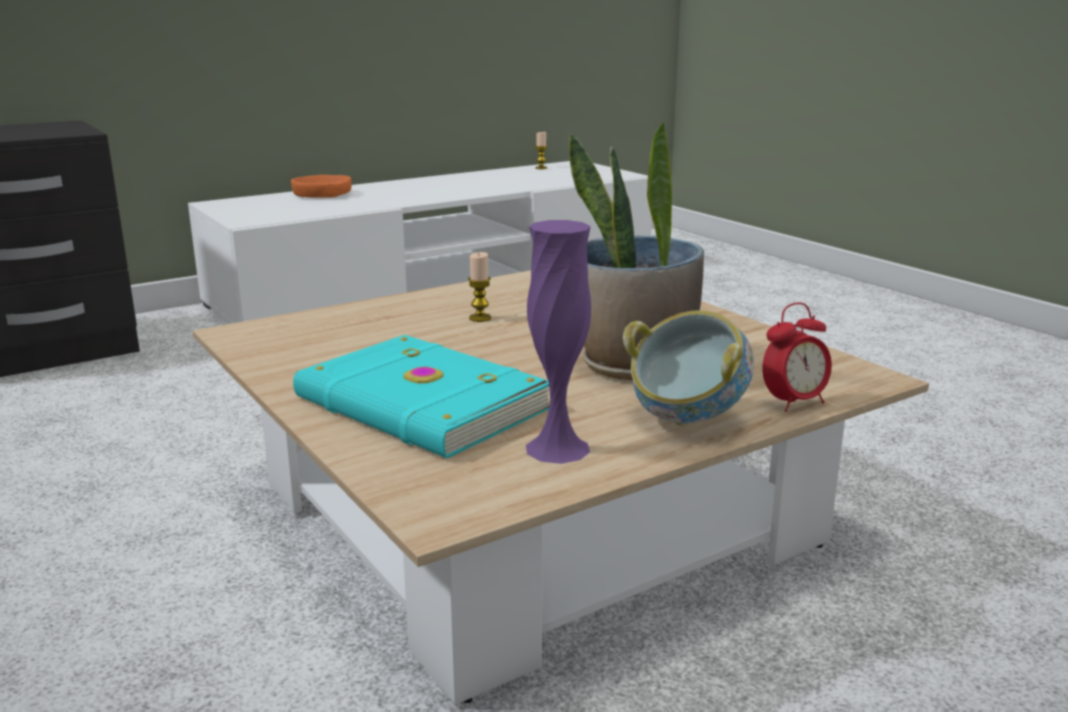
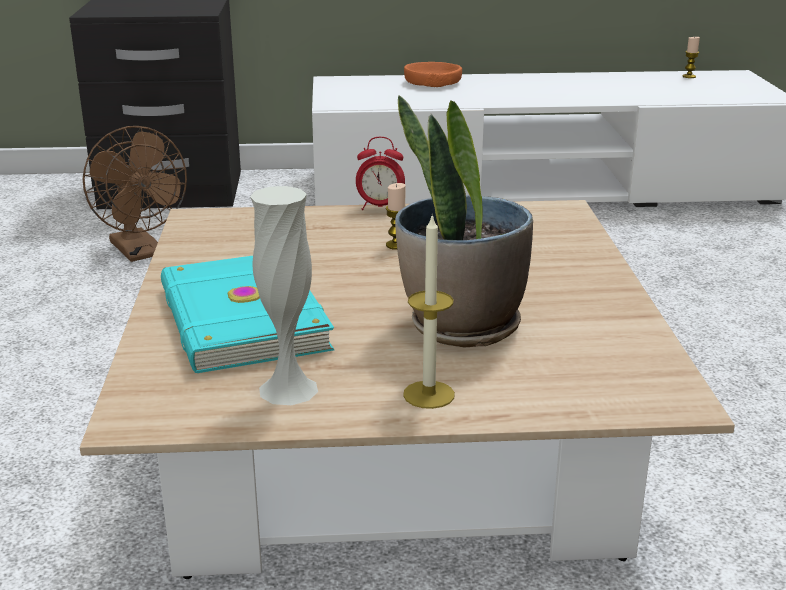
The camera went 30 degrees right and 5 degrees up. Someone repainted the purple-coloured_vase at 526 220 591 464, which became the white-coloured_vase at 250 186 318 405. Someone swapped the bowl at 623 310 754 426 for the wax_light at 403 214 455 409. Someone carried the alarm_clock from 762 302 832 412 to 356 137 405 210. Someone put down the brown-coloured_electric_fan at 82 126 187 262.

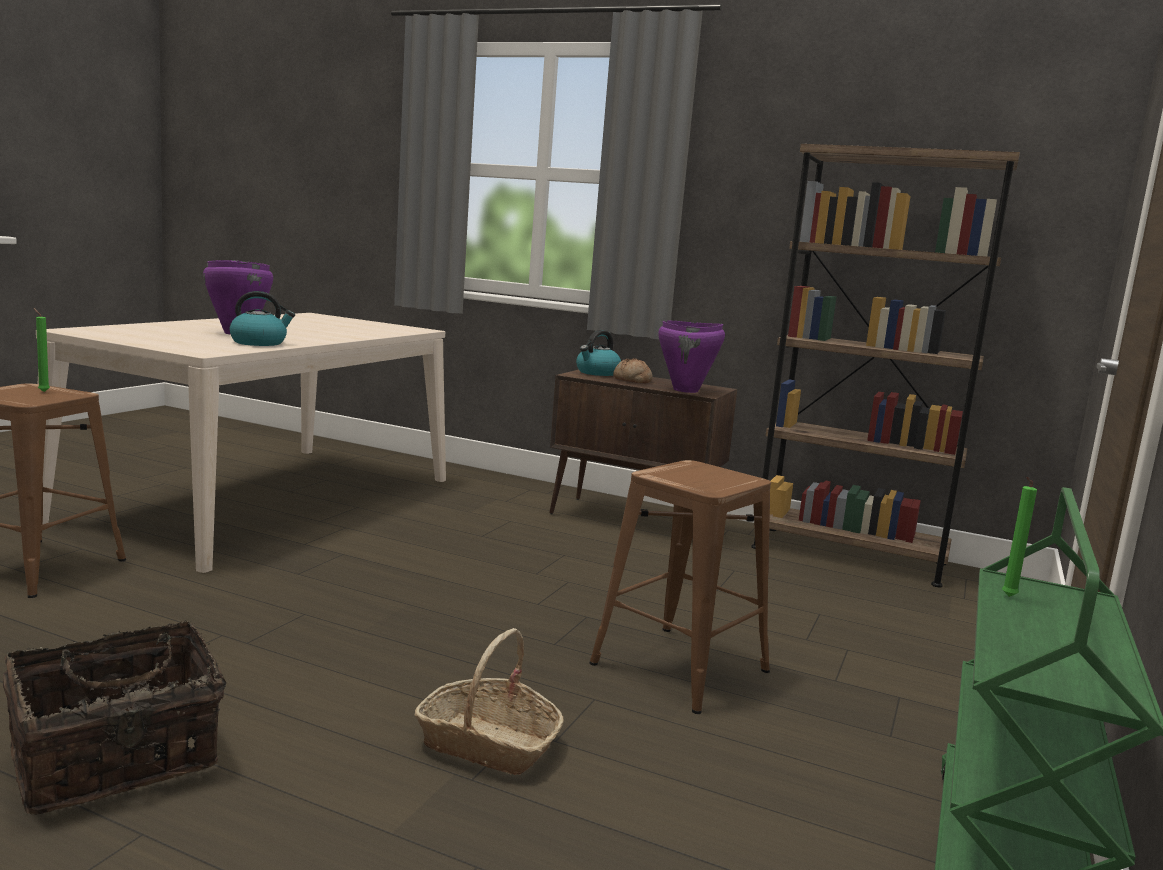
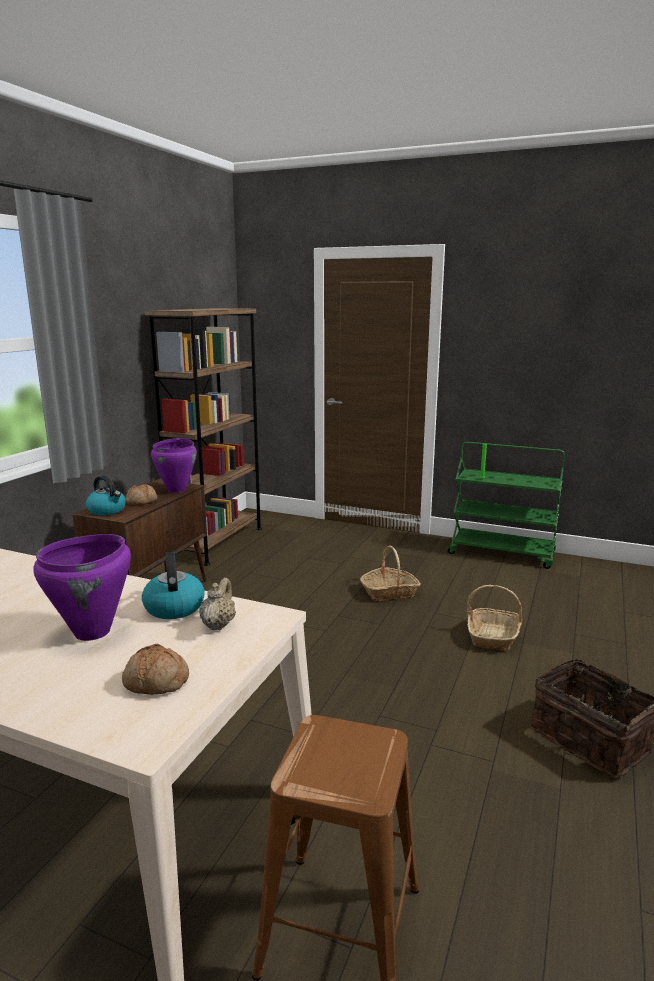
The camera went 90 degrees left and 5 degrees up. Someone took away the green_wax_light at 33 308 50 392. Someone swapped the brown-coloured_sitting_stool at 589 460 771 714 for the basket at 360 545 421 601. Someone put down the baked_bread at 122 643 189 695. Someone put down the sand-coloured_teapot at 199 578 236 631.

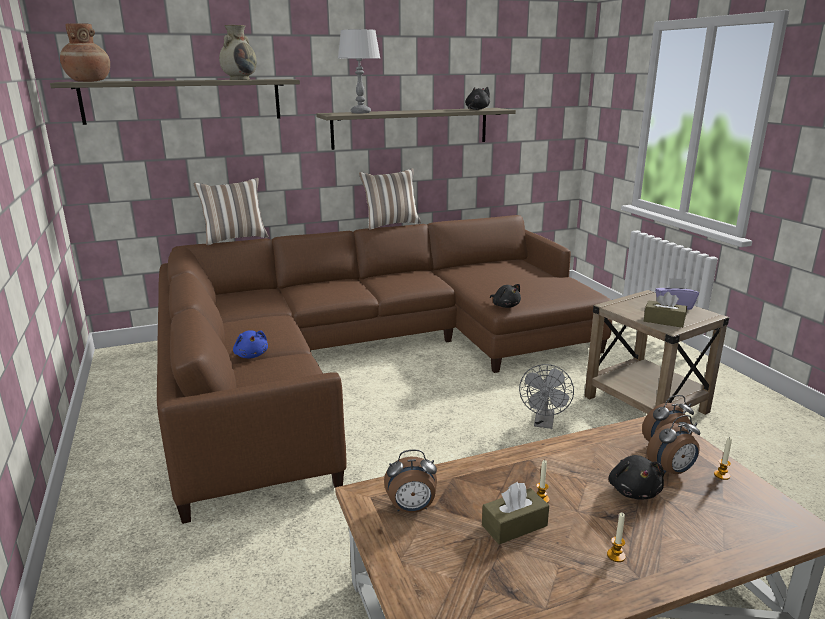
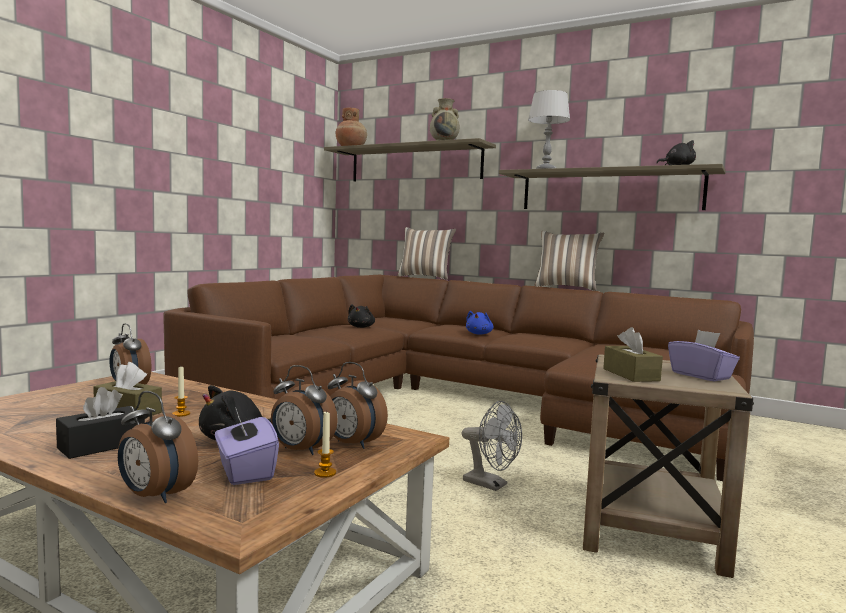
The camera went 50 degrees right and 15 degrees down. Someone carried the blue_plush_toy from 233 330 268 358 to 466 311 493 335. Someone carried the blackish_plush_toy from 490 284 521 308 to 348 304 375 328. Someone rotated the gray_electric_fan at 519 364 574 429 by 120 degrees counterclockwise. Someone swapped the wax_light at 607 513 626 562 for the blackish_box_of_tissues at 56 387 145 459. Someone put down the alarm_clock at 118 391 198 503. Someone put down the purple-coloured_box_of_tissues at 215 407 279 485.

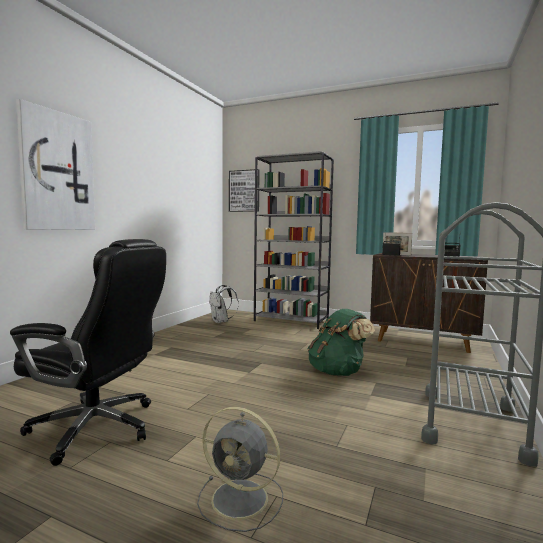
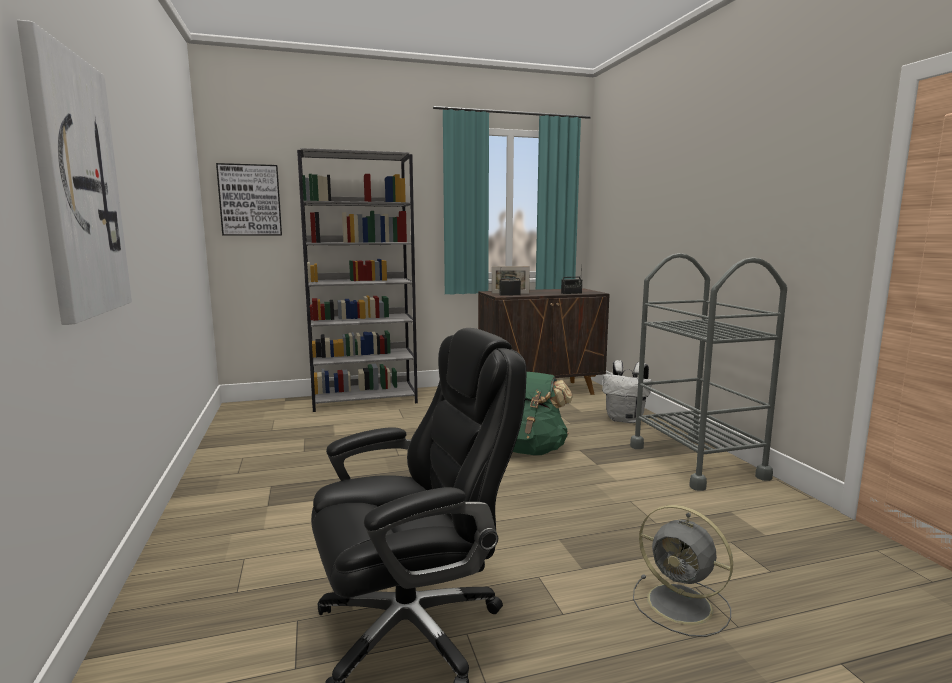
The camera went 40 degrees left and 5 degrees up. Someone rotated the gray_electric_fan at 197 407 283 532 by 60 degrees clockwise. Someone carried the white-coloured_knapsack from 209 285 239 323 to 602 360 652 423.

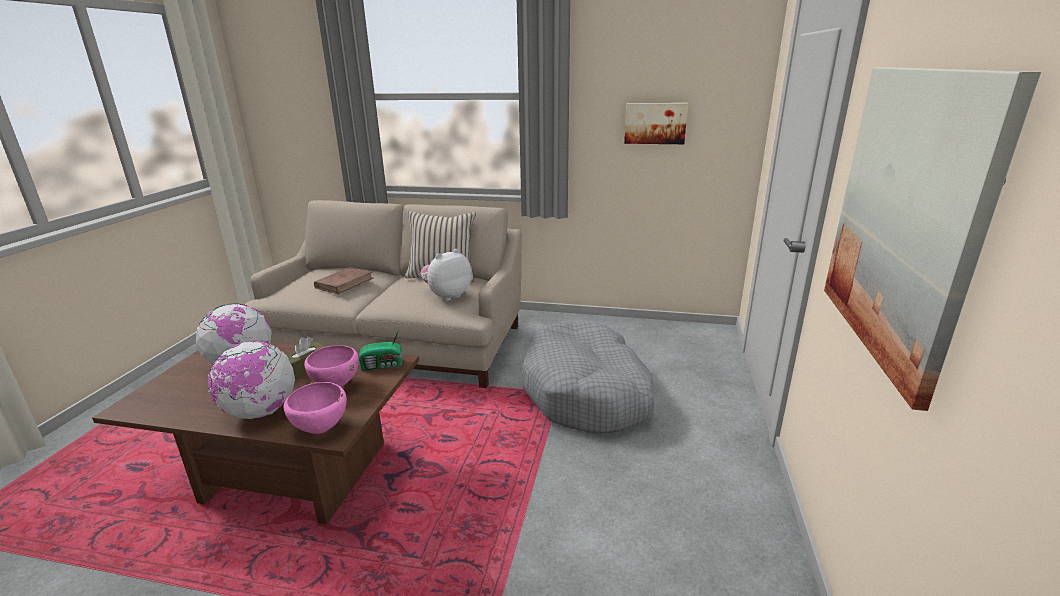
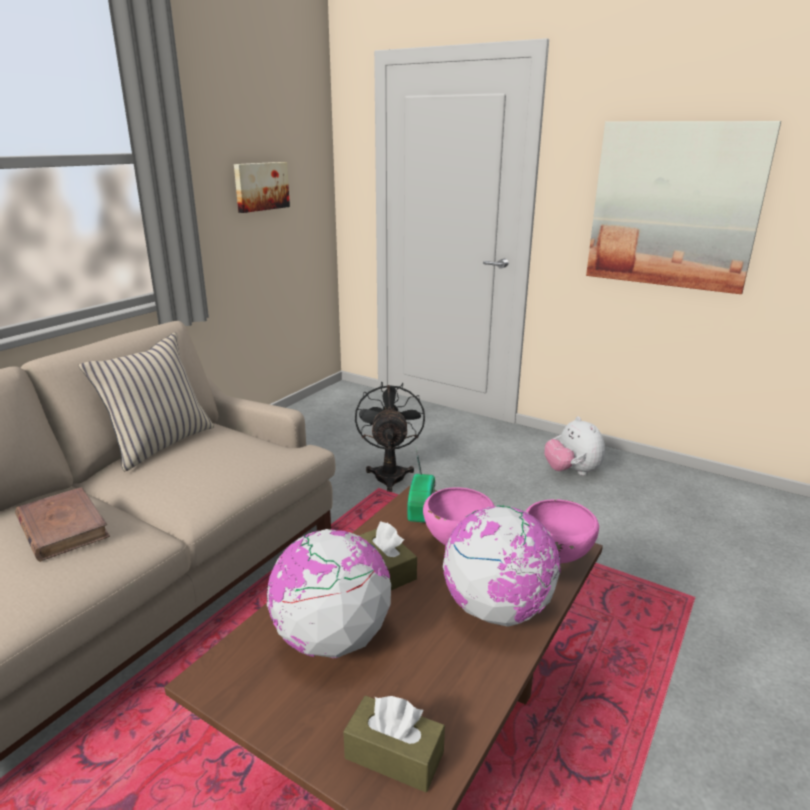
The camera went 70 degrees left and 0 degrees up. Someone carried the plush_toy from 420 249 472 301 to 544 416 605 476. Someone swapped the gray_pet_bed at 522 320 654 434 for the blackish_electric_fan at 355 381 425 492. Someone put down the brown-coloured_box_of_tissues at 343 696 445 792.

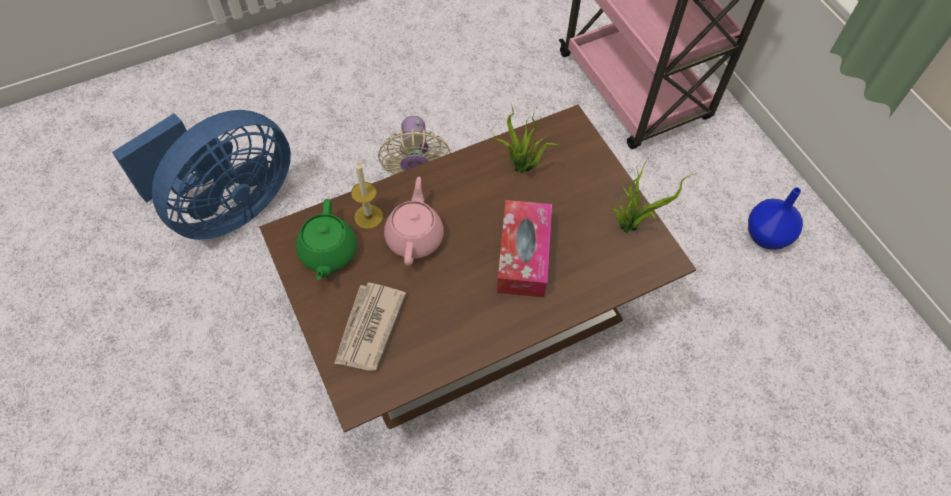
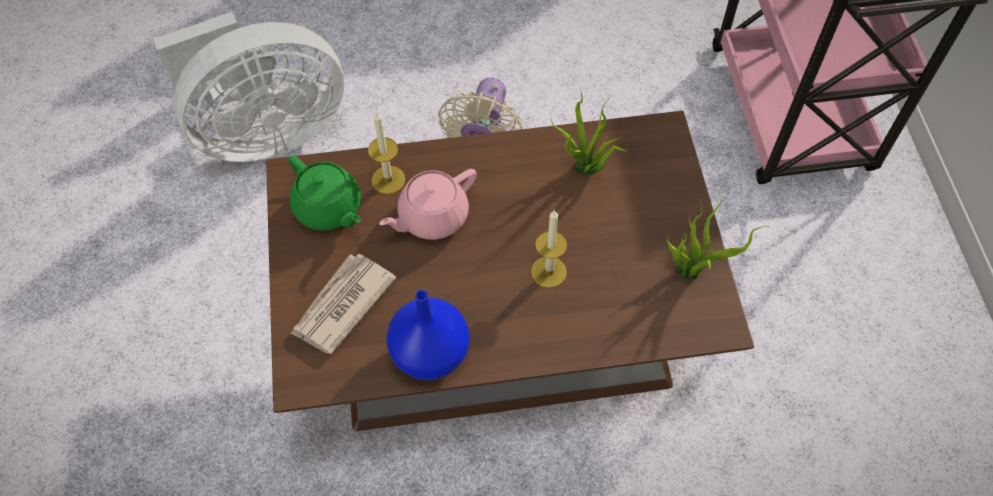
The camera went 20 degrees right and 0 degrees up. Someone repainted the blue_electric_fan at 112 110 291 240, which became the white-coloured_electric_fan at 153 12 344 162. Someone rotated the green_teapot at 296 199 357 280 by 60 degrees counterclockwise. Someone rotated the pink-coloured_teapot at 384 177 444 266 by 150 degrees counterclockwise. Someone swapped the box_of_tissues at 497 200 552 297 for the wax_light at 531 210 567 288. Someone carried the blue_vase from 748 187 803 250 to 387 290 470 381.

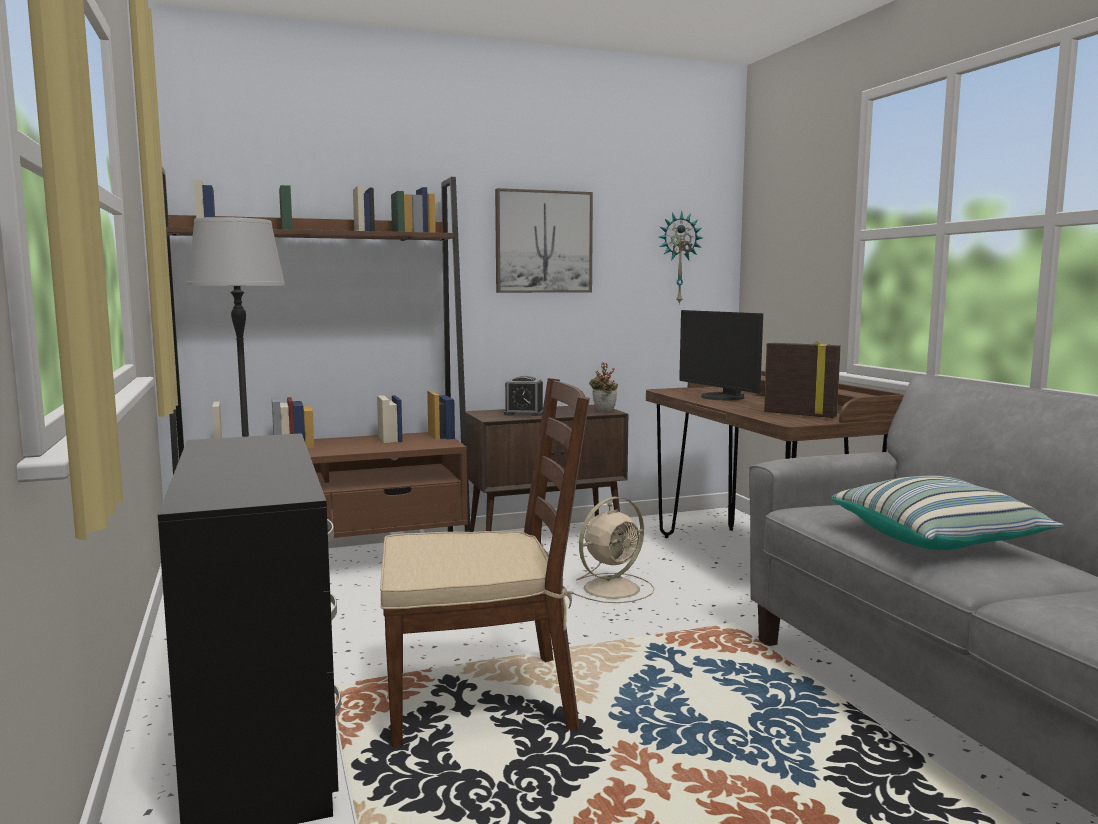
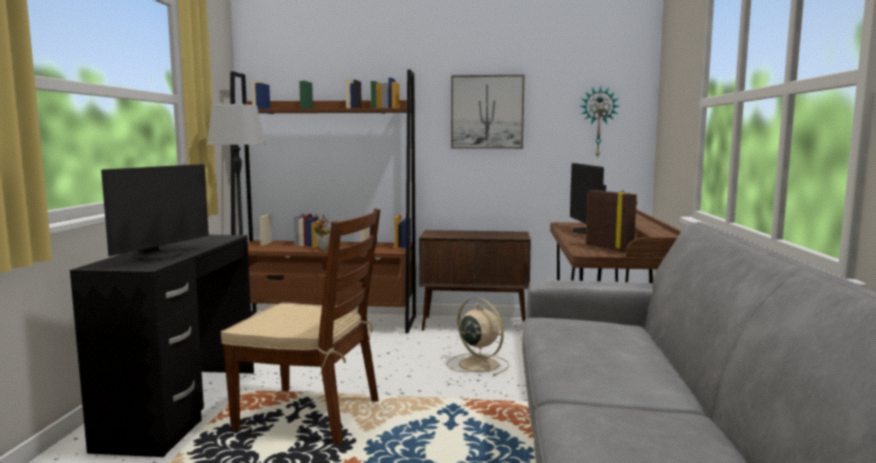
The camera went 25 degrees right and 0 degrees up. Someone took away the alarm_clock at 504 376 543 416. Someone rotated the sand-coloured_electric_fan at 569 497 655 603 by 120 degrees counterclockwise. Someone carried the plant_in_a_pot from 589 362 618 411 to 312 214 330 250. Someone took away the pillow at 831 475 1064 550. Someone put down the computer_display at 101 164 209 261.

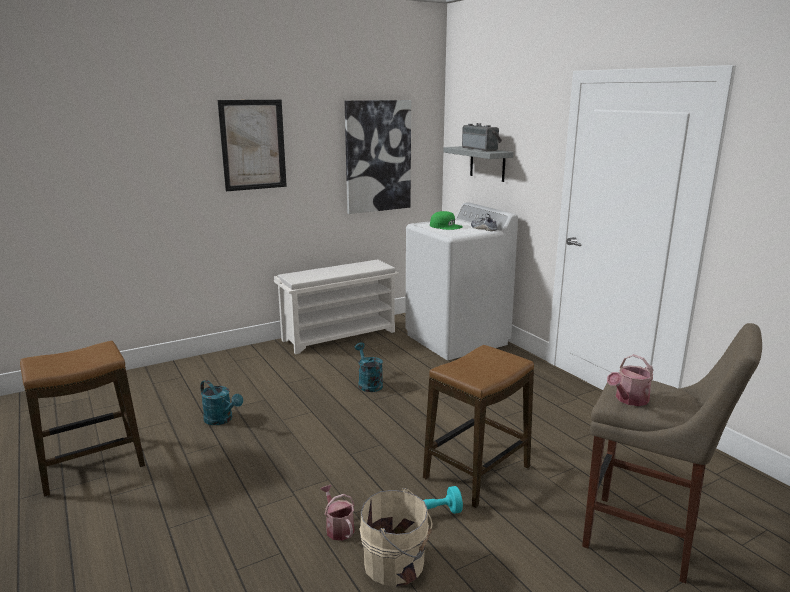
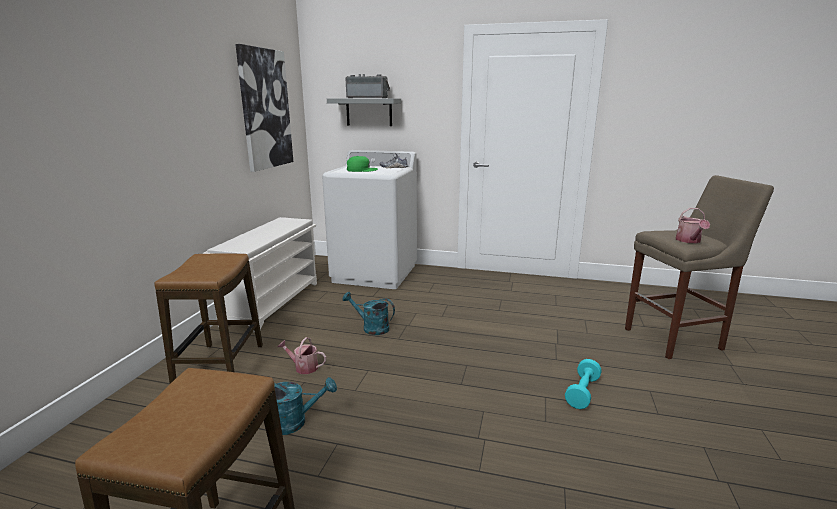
The camera went 45 degrees left and 0 degrees up. Someone took away the wall_picture at 218 100 287 191. Someone carried the sprinkling_can from 320 485 355 541 to 277 337 326 374. Someone took away the sand-coloured_bucket at 359 488 433 586. Someone carried the sitting_stool from 423 345 534 508 to 154 254 263 384.

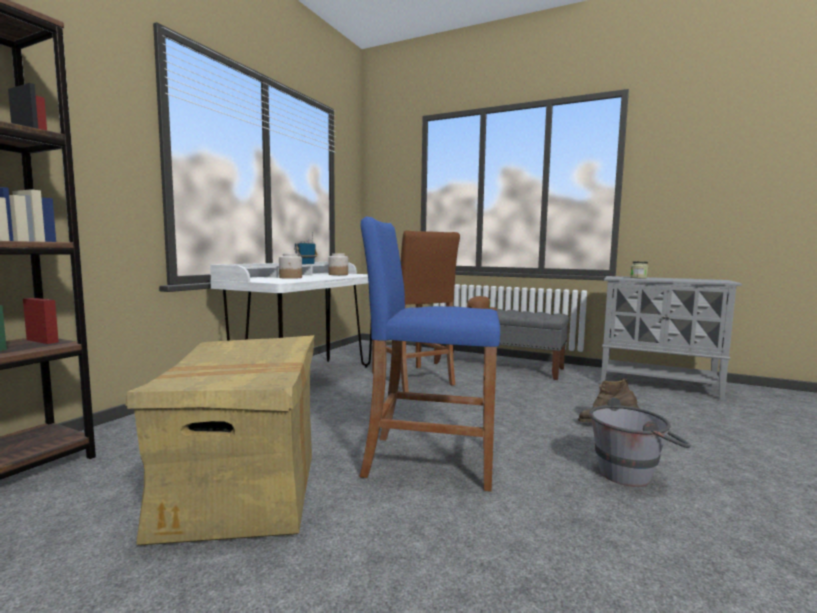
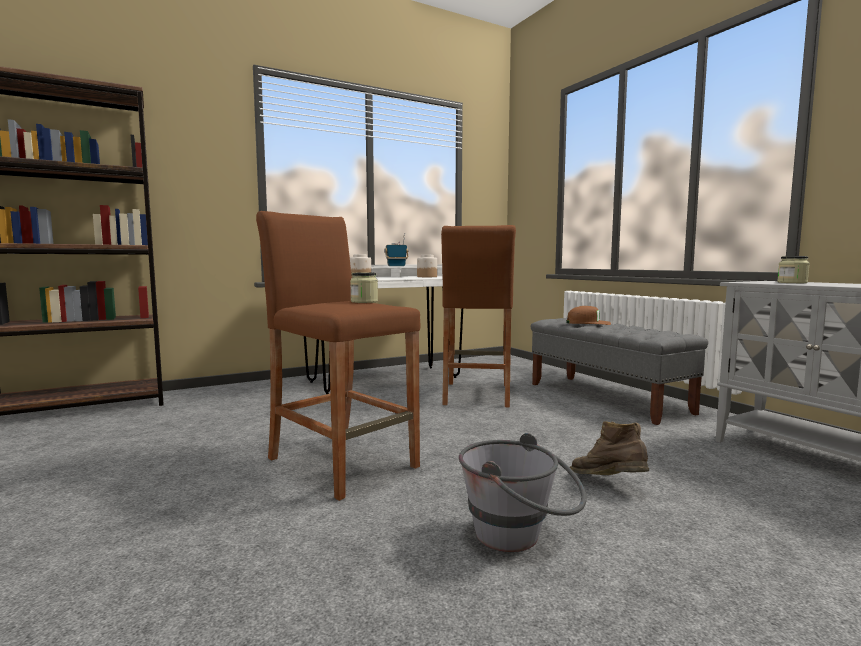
The camera went 35 degrees right and 0 degrees up. Someone took away the cardboard_box at 125 335 315 545. Someone repainted the blue_sitting_stool at 359 216 500 491, which became the brown-coloured_sitting_stool at 256 211 420 501. Someone put down the preserve_jar at 350 272 378 303.

